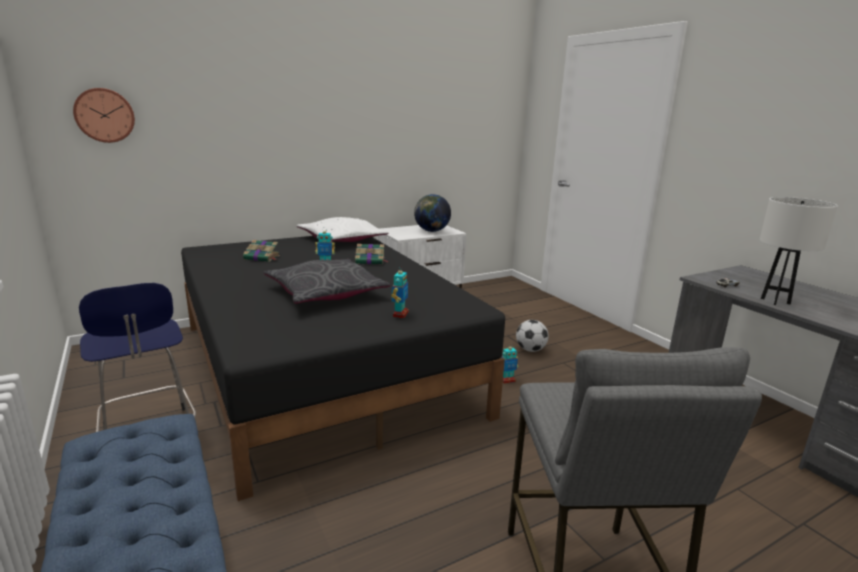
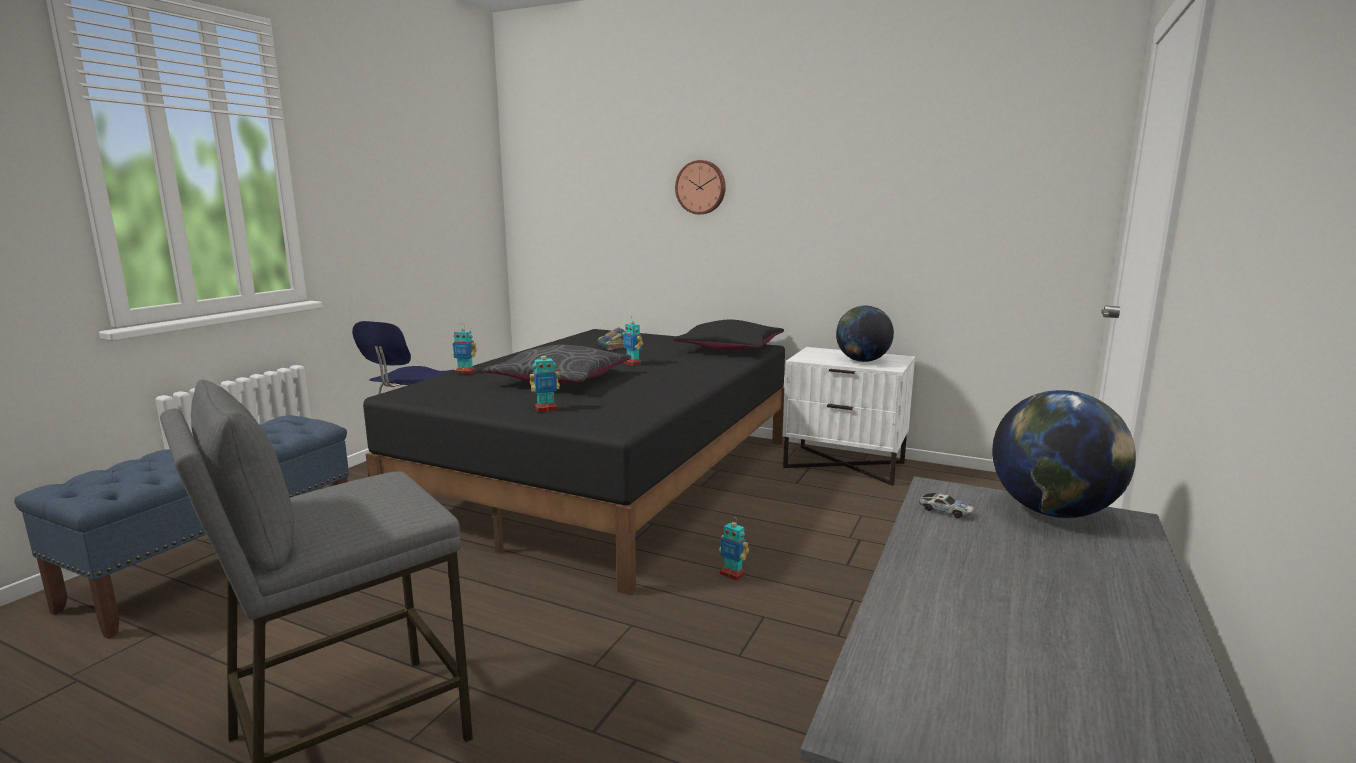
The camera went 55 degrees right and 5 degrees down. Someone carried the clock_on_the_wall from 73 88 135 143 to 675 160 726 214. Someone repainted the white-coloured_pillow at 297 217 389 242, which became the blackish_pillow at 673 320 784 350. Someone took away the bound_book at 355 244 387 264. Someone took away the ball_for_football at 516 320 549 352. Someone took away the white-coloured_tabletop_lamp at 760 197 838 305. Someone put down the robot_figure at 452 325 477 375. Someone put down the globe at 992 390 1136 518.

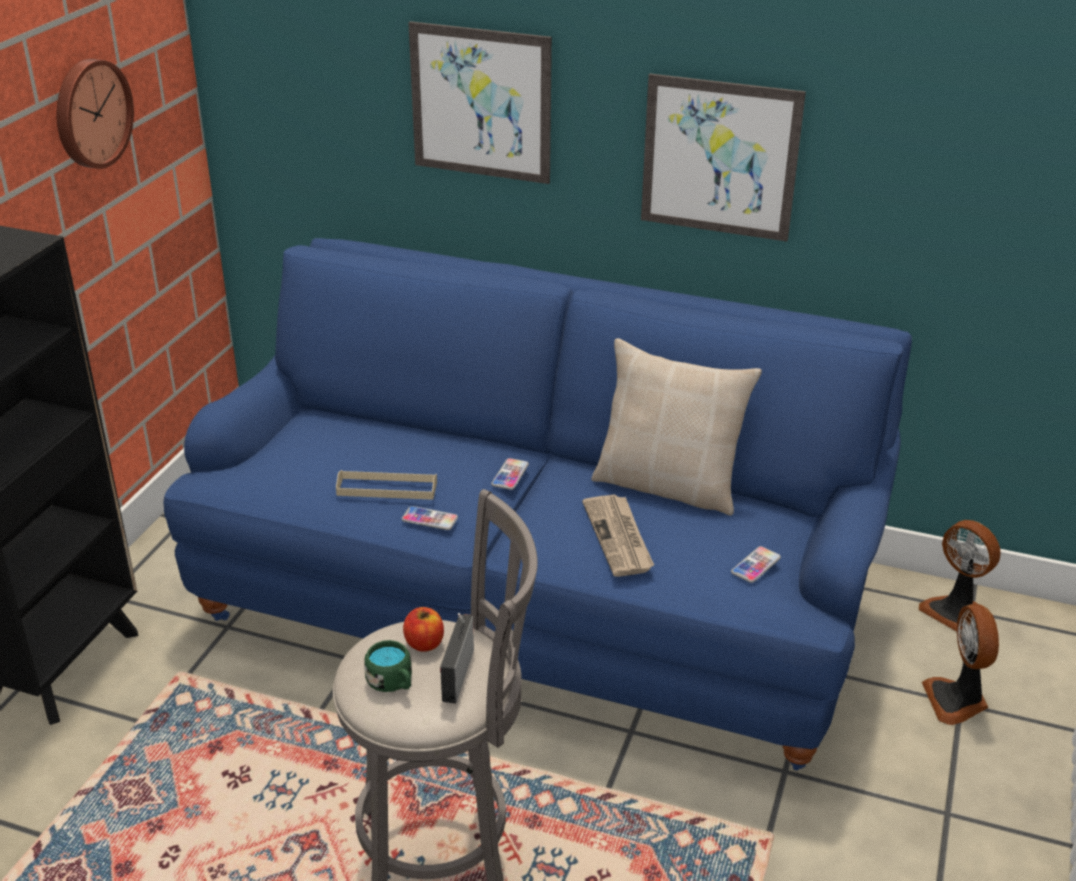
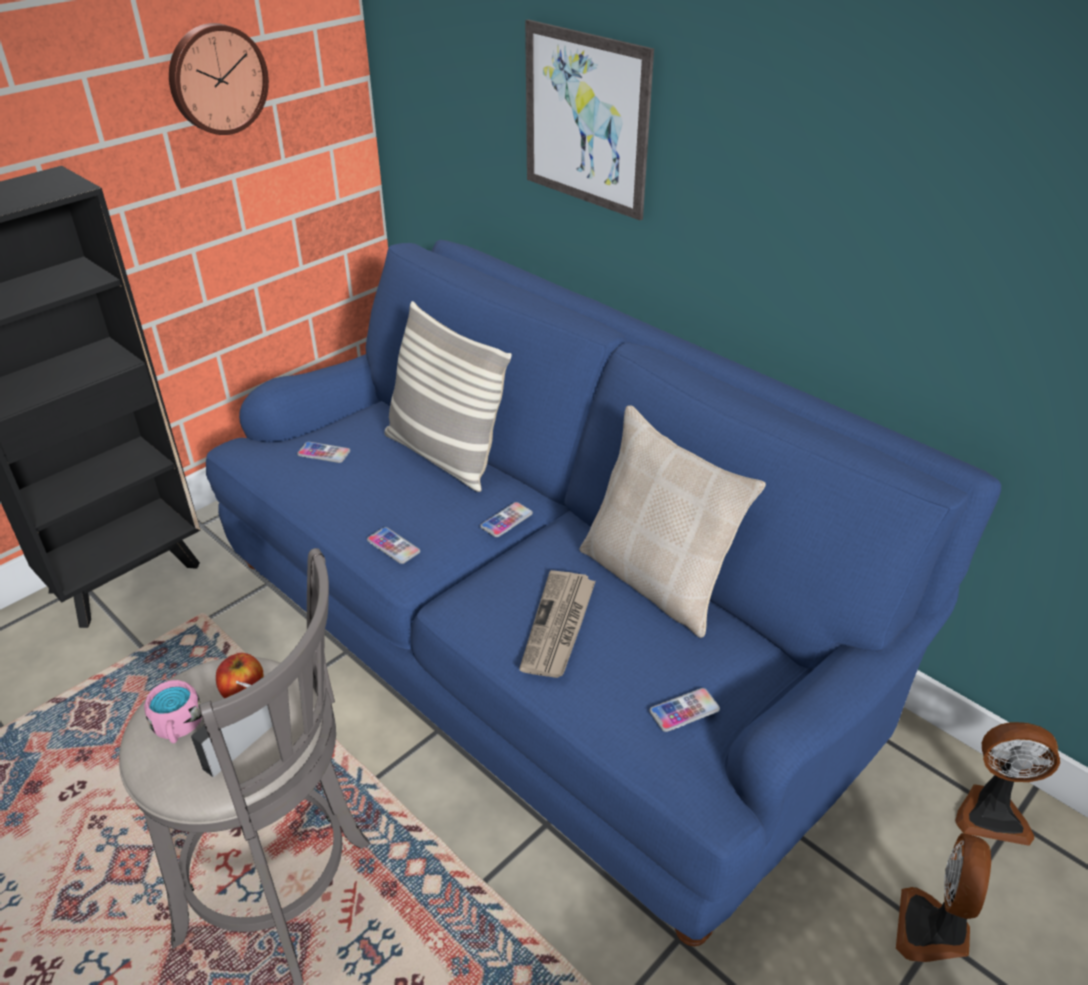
The camera went 25 degrees right and 5 degrees up. Someone took away the sand-coloured_carrying_tray at 336 470 437 500. Someone repainted the green_tea_mug at 364 640 412 692, which became the pink-coloured_tea_mug at 144 680 202 744. Someone took away the wall_picture at 641 74 806 241. Someone rotated the electric_fan at 919 520 1001 632 by 60 degrees counterclockwise. Someone put down the phone at 297 442 350 463. Someone put down the pillow at 384 301 512 492.

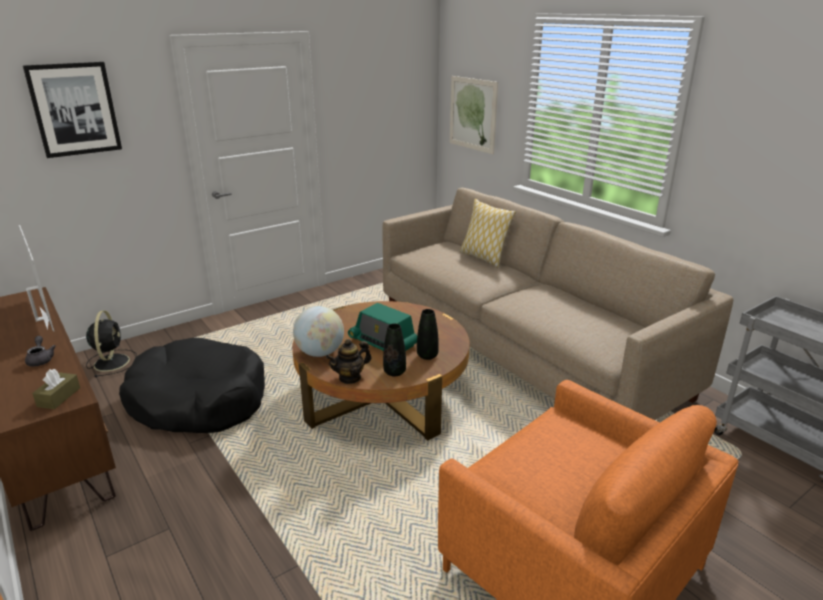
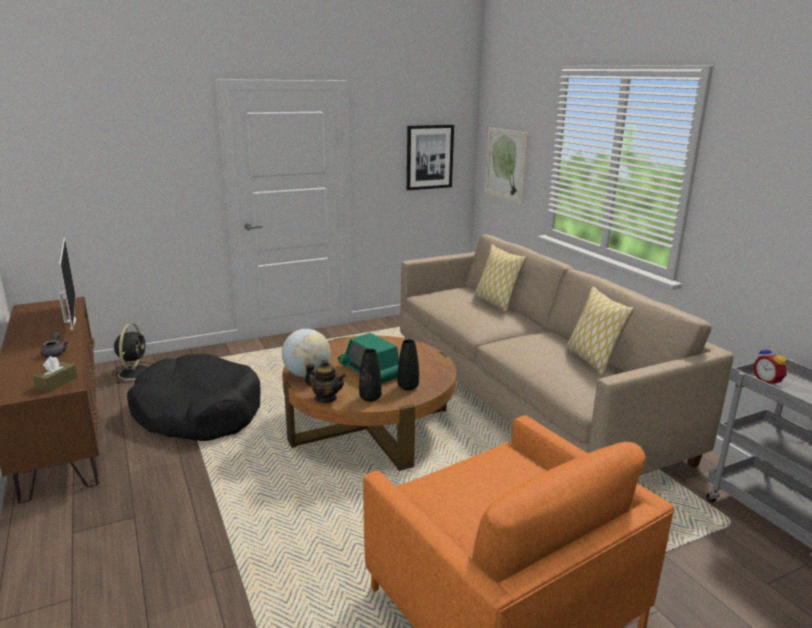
The camera went 10 degrees right and 5 degrees down. Someone carried the wall_picture from 23 62 122 158 to 407 125 454 190. Someone rotated the teapot at 326 339 371 384 by 135 degrees counterclockwise. Someone put down the pillow at 566 286 634 376. Someone put down the alarm_clock at 753 345 787 386.

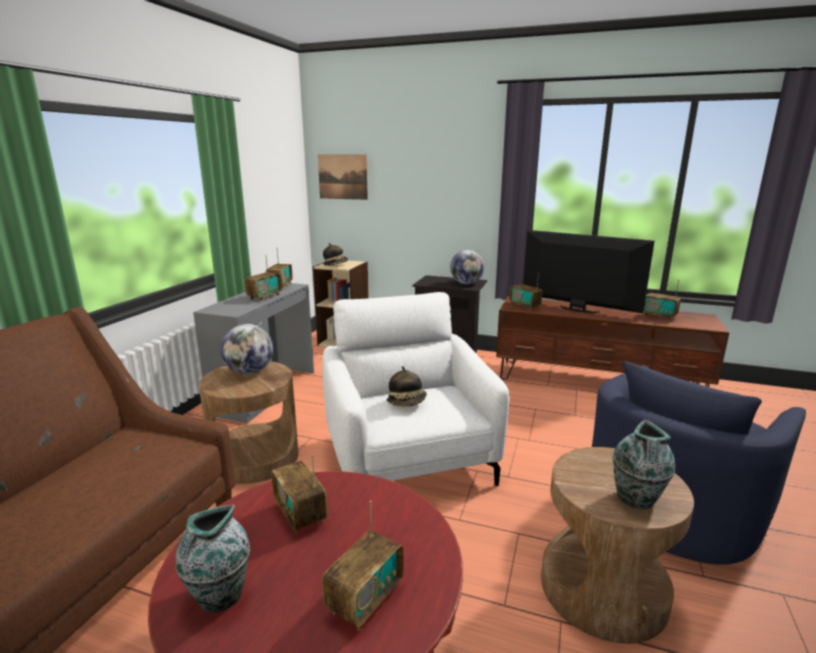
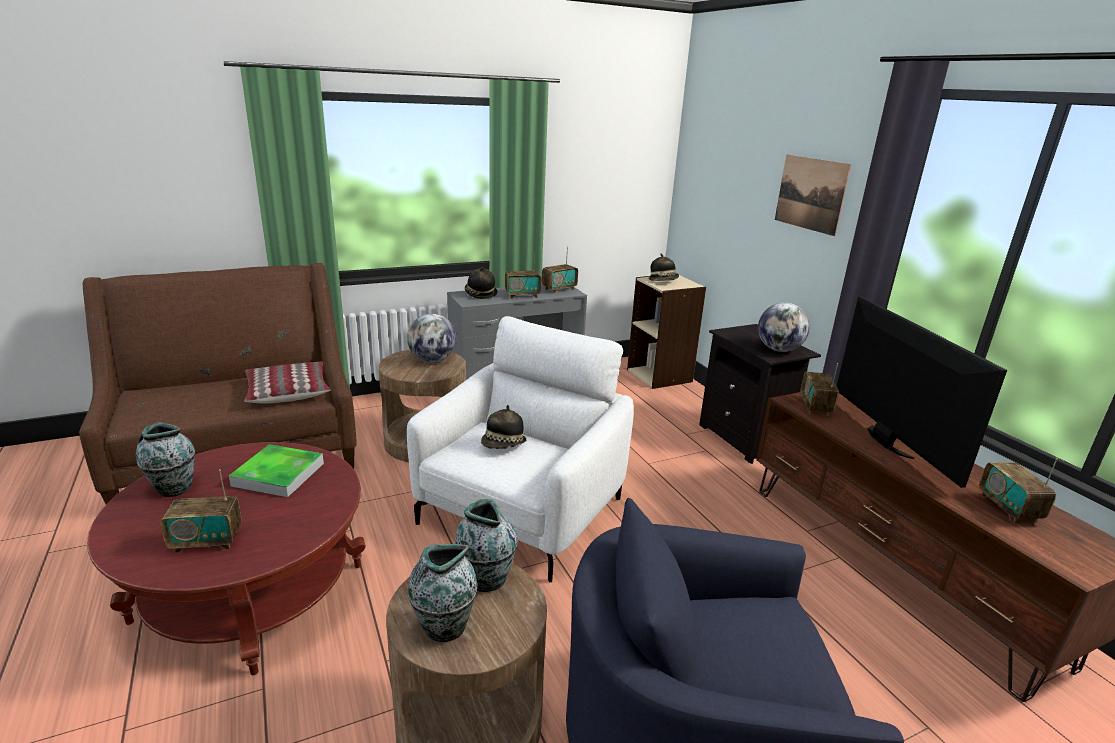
The camera went 45 degrees right and 5 degrees up. Someone swapped the radio_set at 271 454 328 535 for the carrying_tray at 229 444 324 497. Someone carried the wall_picture from 318 155 368 200 to 775 154 851 236. Someone put down the pillow at 244 361 331 403. Someone put down the vase at 455 499 518 592. Someone put down the hat at 465 267 498 299.

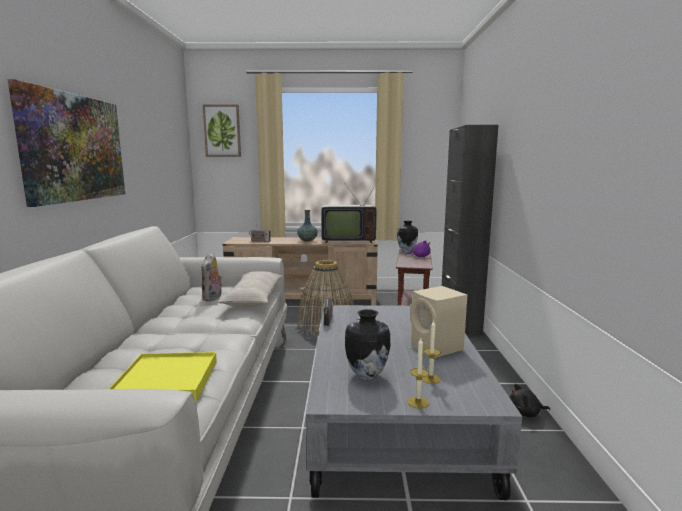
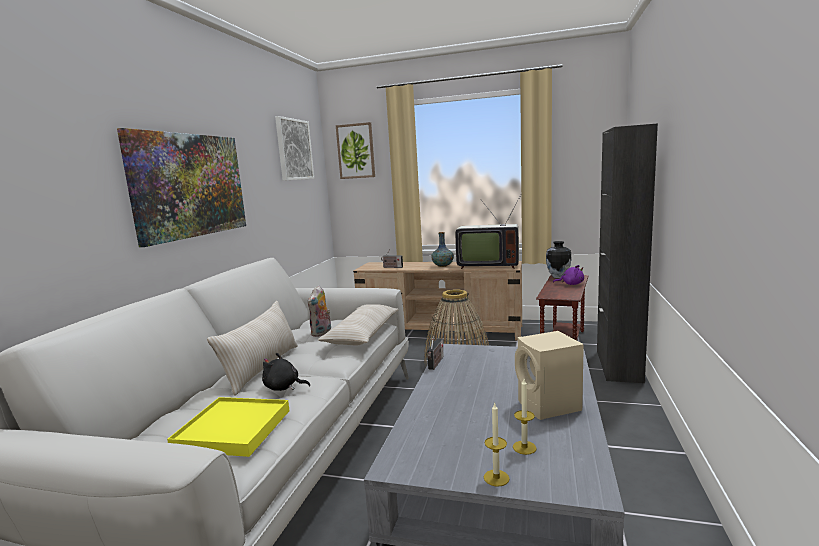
The camera went 15 degrees right and 0 degrees up. Someone took away the vase at 345 309 390 380. Someone carried the blackish_plush_toy from 509 384 550 417 to 262 353 310 391. Someone put down the sand-coloured_pillow at 207 301 298 396. Someone put up the wall_picture at 275 116 314 181.

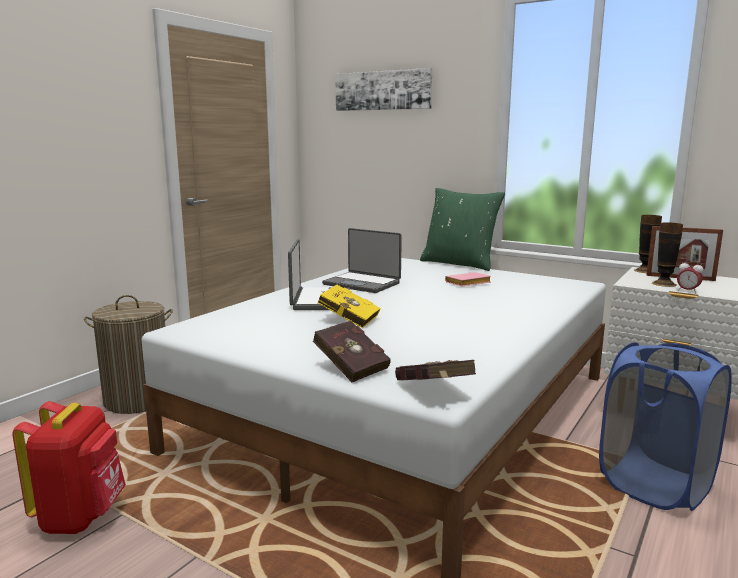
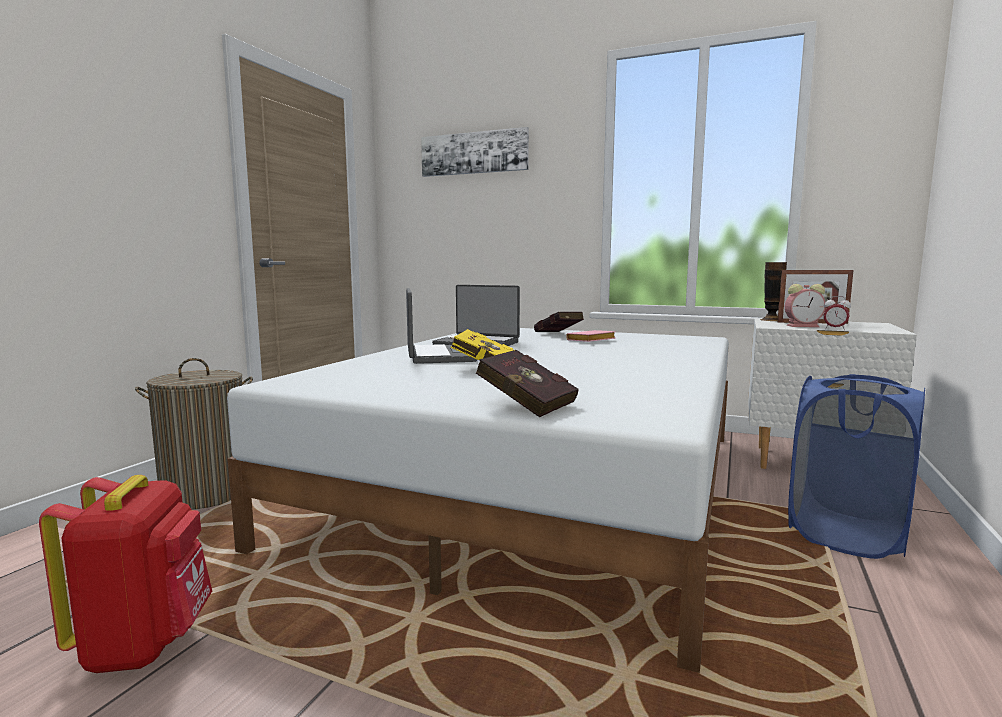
The camera went 10 degrees left and 5 degrees down. Someone carried the red-coloured_bound_book from 395 360 476 380 to 534 312 584 332. Someone took away the green_pillow at 420 188 505 271. Someone swapped the vase at 652 222 683 287 for the alarm_clock at 785 284 826 327.

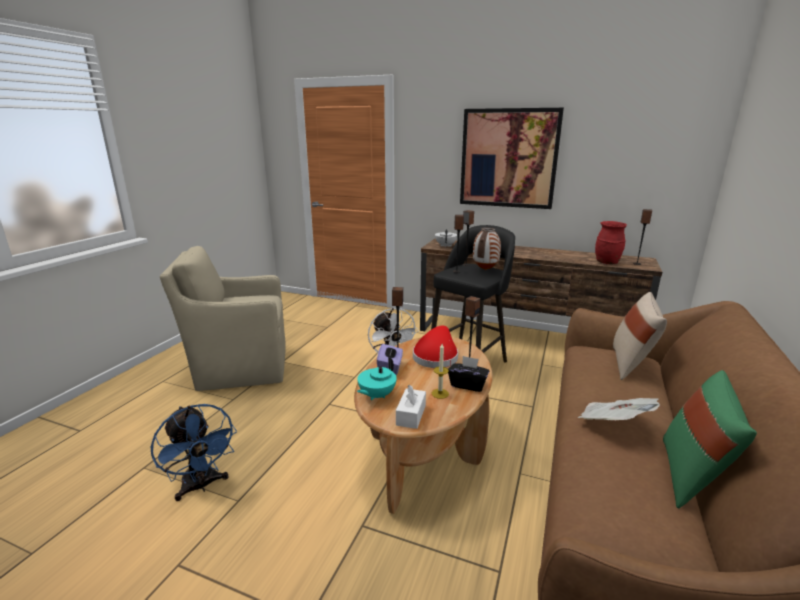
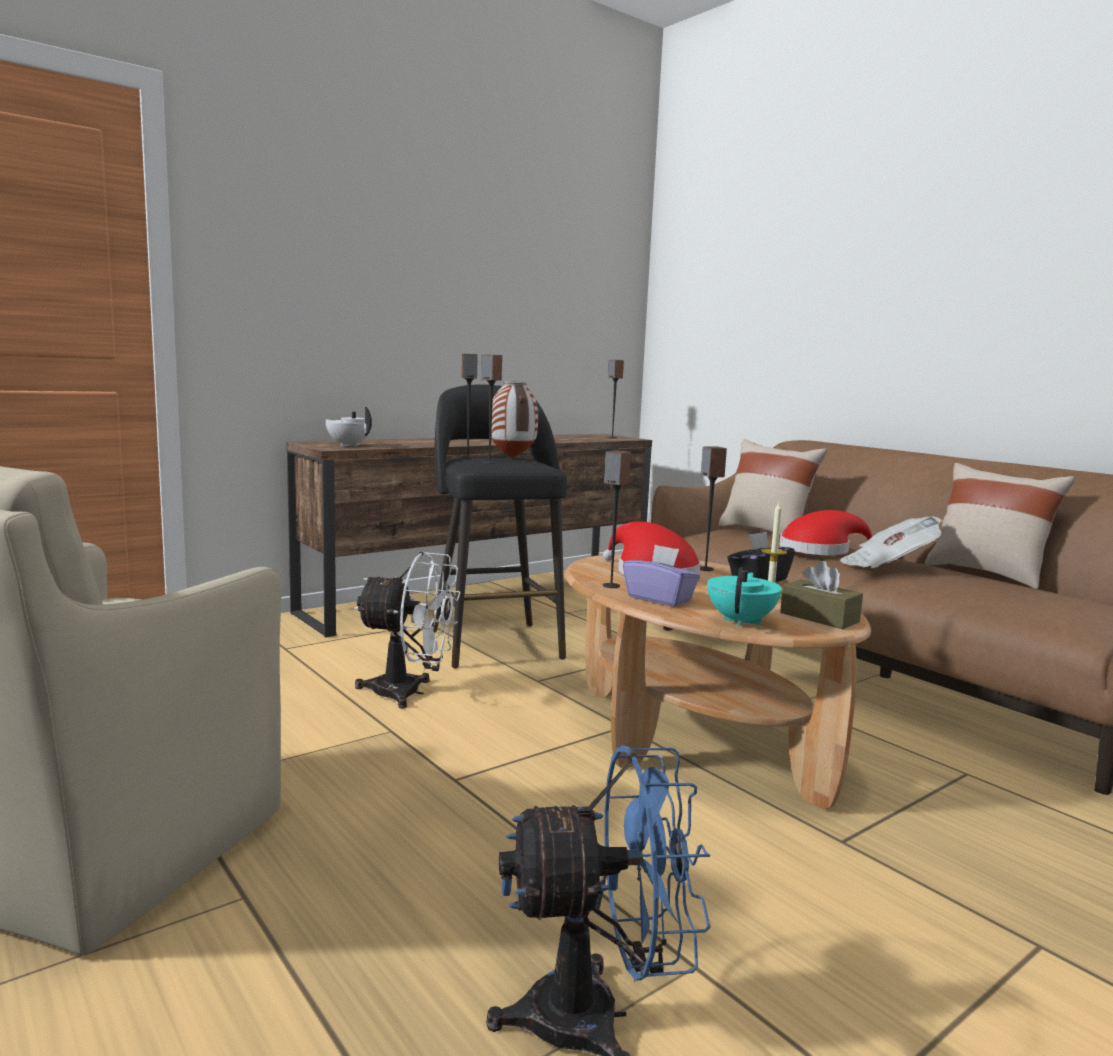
The camera went 60 degrees left and 10 degrees down. Someone rotated the turquoise_teapot at 357 357 397 400 by 135 degrees counterclockwise. Someone repainted the white-coloured_box_of_tissues at 396 385 426 429, which became the brown-coloured_box_of_tissues at 780 561 863 629. Someone took away the wall_picture at 460 108 564 209. Someone took away the red-coloured_vase at 595 221 627 264. Someone repainted the green_pillow at 663 370 757 508, which became the sand-coloured_pillow at 925 463 1075 589. Someone put down the red-coloured_hat at 779 510 872 555.

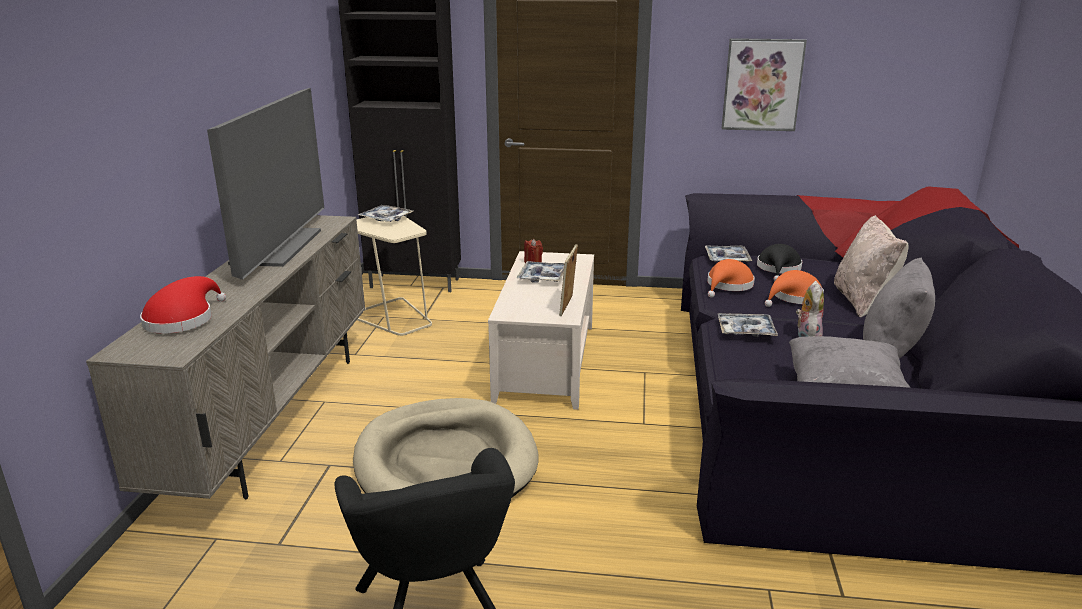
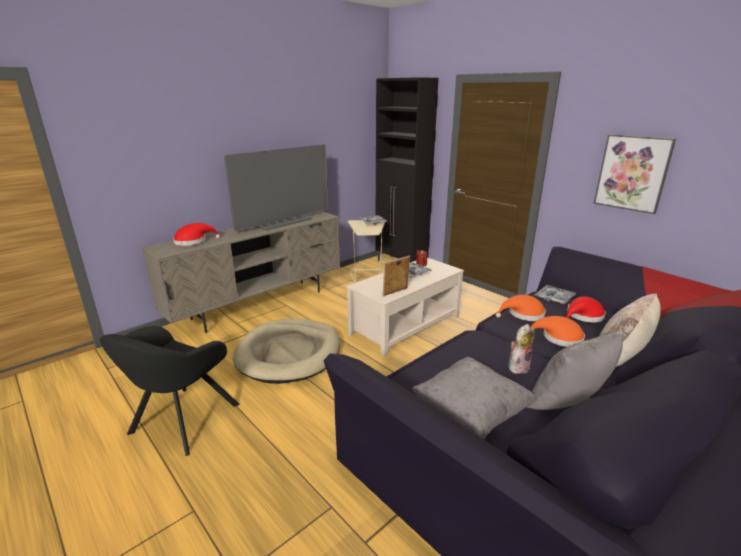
The camera went 40 degrees right and 0 degrees up. Someone took away the carrying_tray at 718 313 778 337. Someone repainted the blackish_hat at 757 244 802 281, which became the red-coloured_hat at 566 296 606 323.

